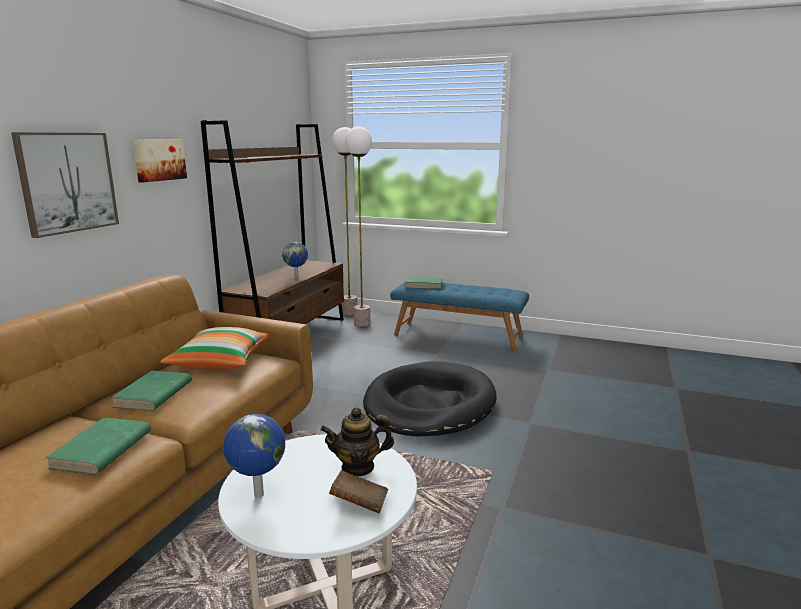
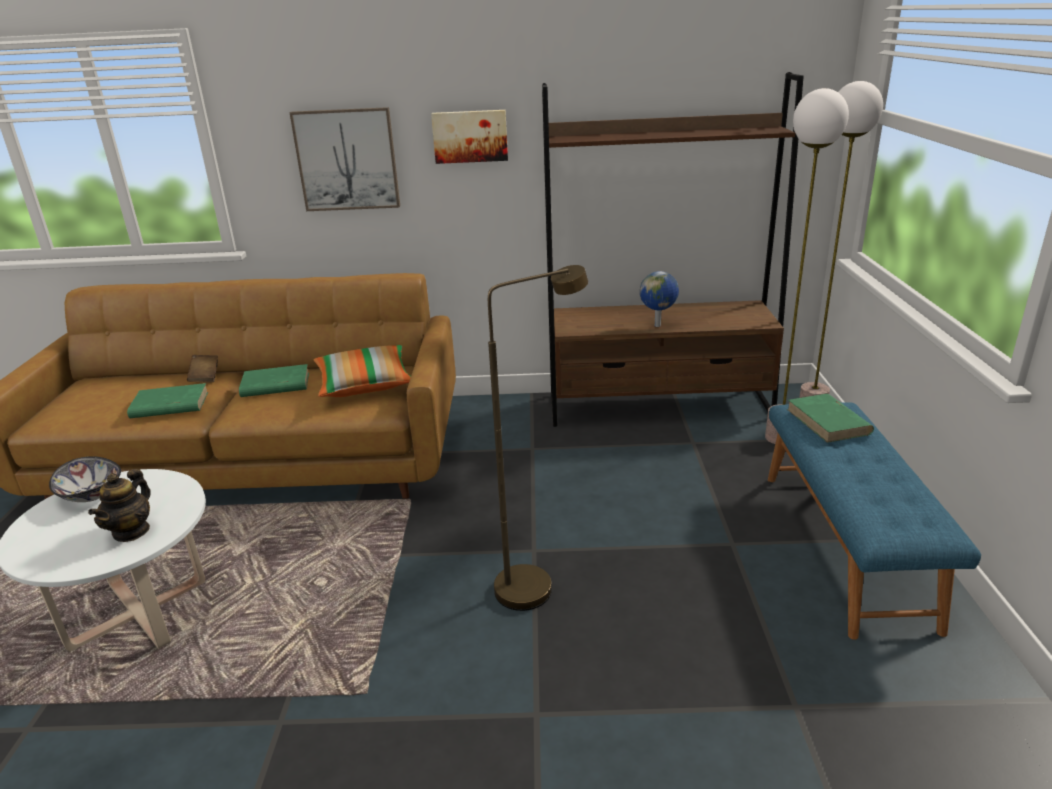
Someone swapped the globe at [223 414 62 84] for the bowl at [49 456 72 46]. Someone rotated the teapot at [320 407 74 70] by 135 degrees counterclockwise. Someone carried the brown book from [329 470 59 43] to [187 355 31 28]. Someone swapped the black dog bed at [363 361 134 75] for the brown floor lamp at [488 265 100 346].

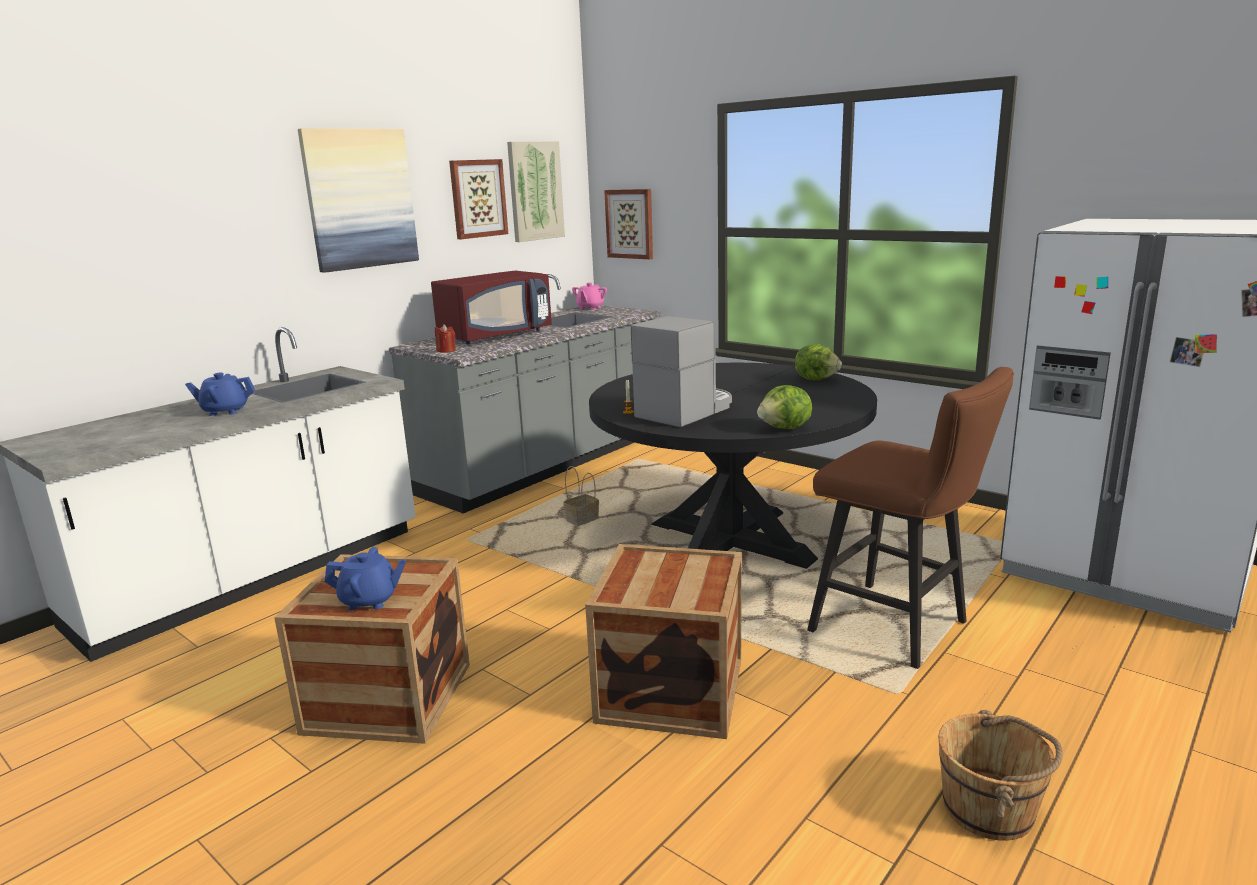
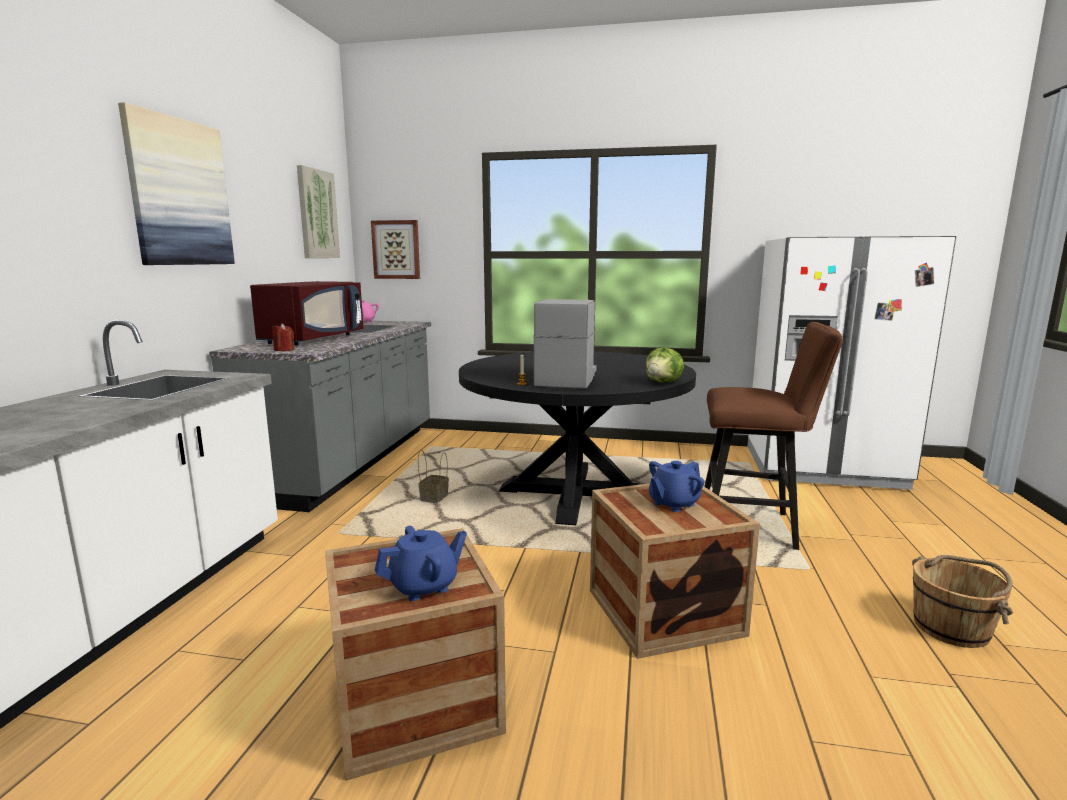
Someone carried the blue teapot from [185 373 70 43] to [649 461 55 51]. Someone took away the picture at [449 159 59 80]. Someone took away the lettuce at [795 344 47 36].

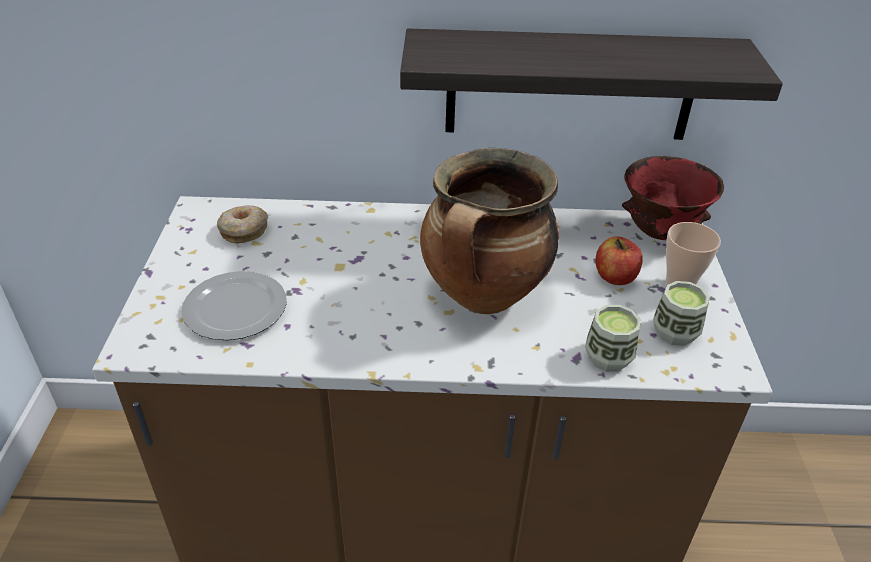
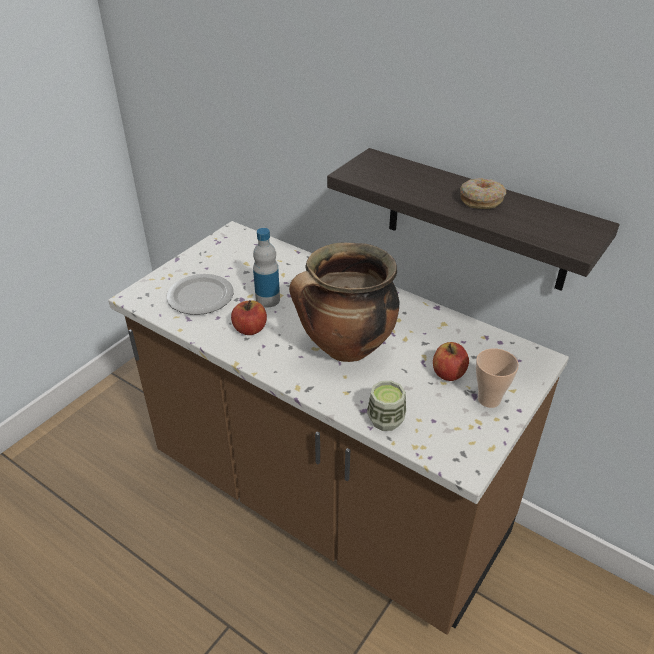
Someone put down the apple at [231 300 36 35]. Someone put down the bottle at [253 228 27 80]. Someone carried the donut from [217 205 51 39] to [460 178 46 31]. Someone took away the red bowl at [622 156 102 84]. Someone took away the cup at [653 281 56 65].

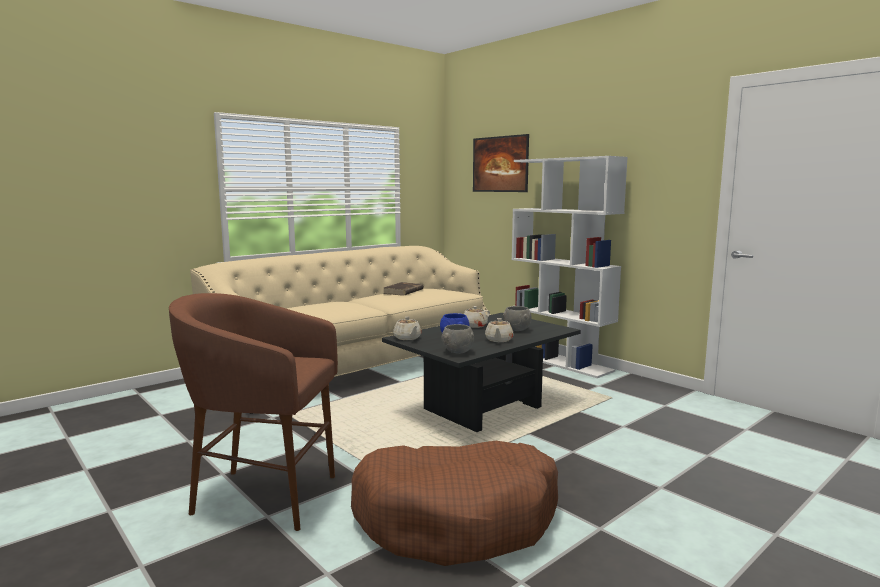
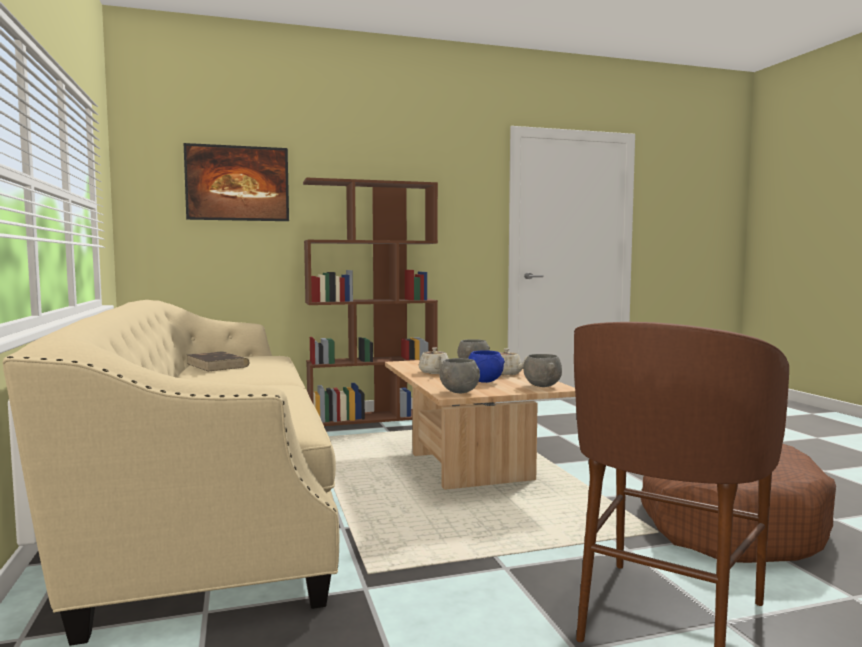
Someone repainted the white bookcase at [512 156 116 222], which became the brown bookcase at [303 178 135 248]. Someone repainted the black coffee table at [382 313 199 119], which became the beige coffee table at [385 360 191 130]. Someone swapped the beige teapot at [393 316 29 24] for the grey bowl at [439 358 41 35].

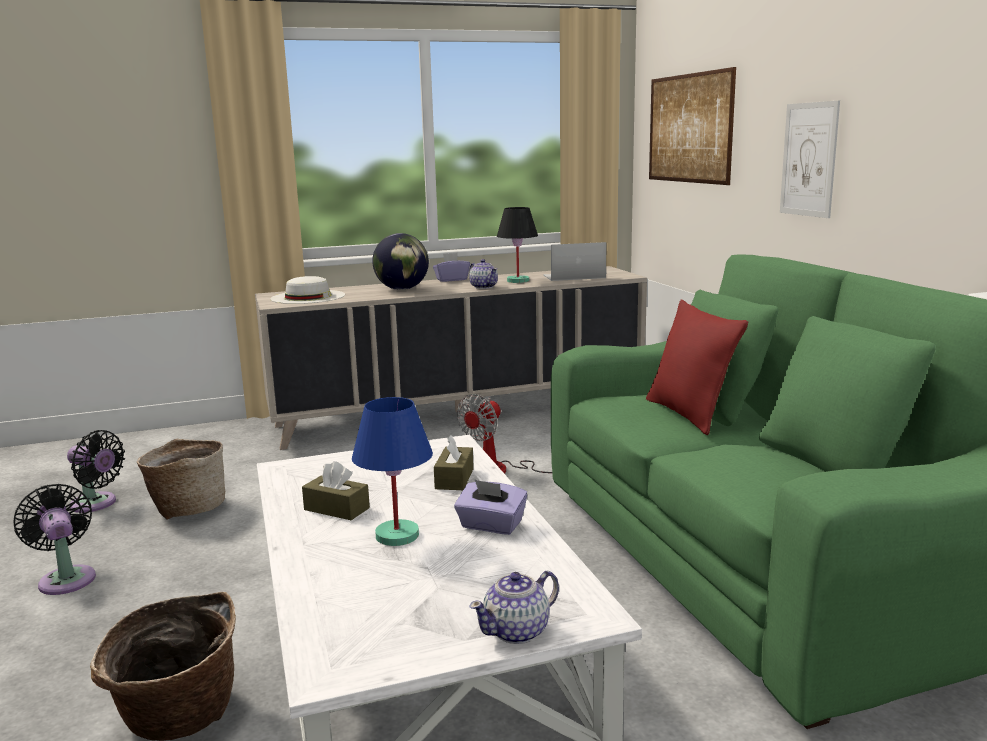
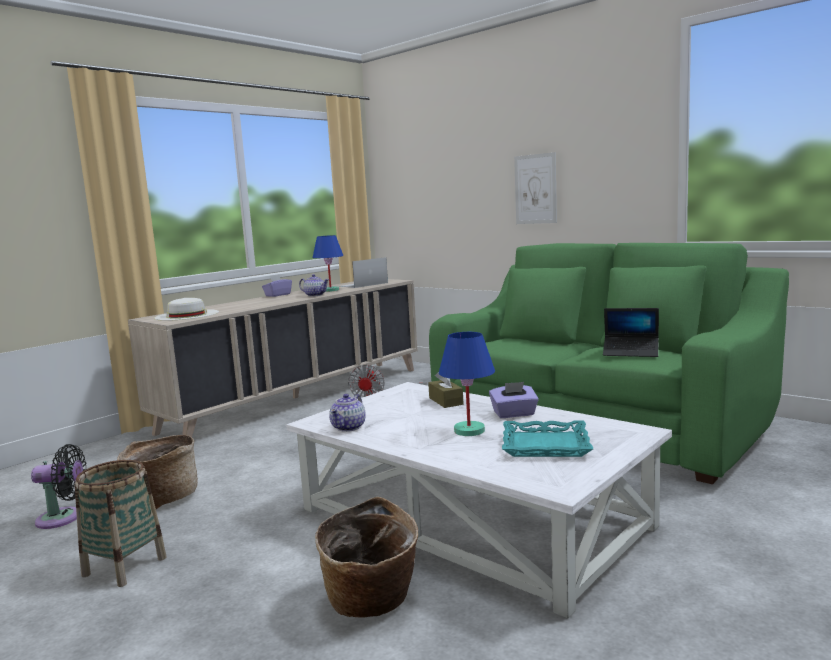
Someone swapped the black fan at [14 484 82 111] for the basket at [75 460 92 127]. Someone repainted the black table lamp at [497 207 41 76], which became the blue table lamp at [313 235 31 57]. Someone carried the teapot from [470 570 89 74] to [329 394 37 38]. Someone put down the turquoise tray at [502 420 91 37]. Someone put down the laptop at [603 308 56 49]. Someone took away the brown tissue box at [302 461 68 59]. Someone took away the globe at [372 233 57 57]. Someone took away the red pillow at [646 300 102 135]. Someone took away the picture at [649 67 87 118].

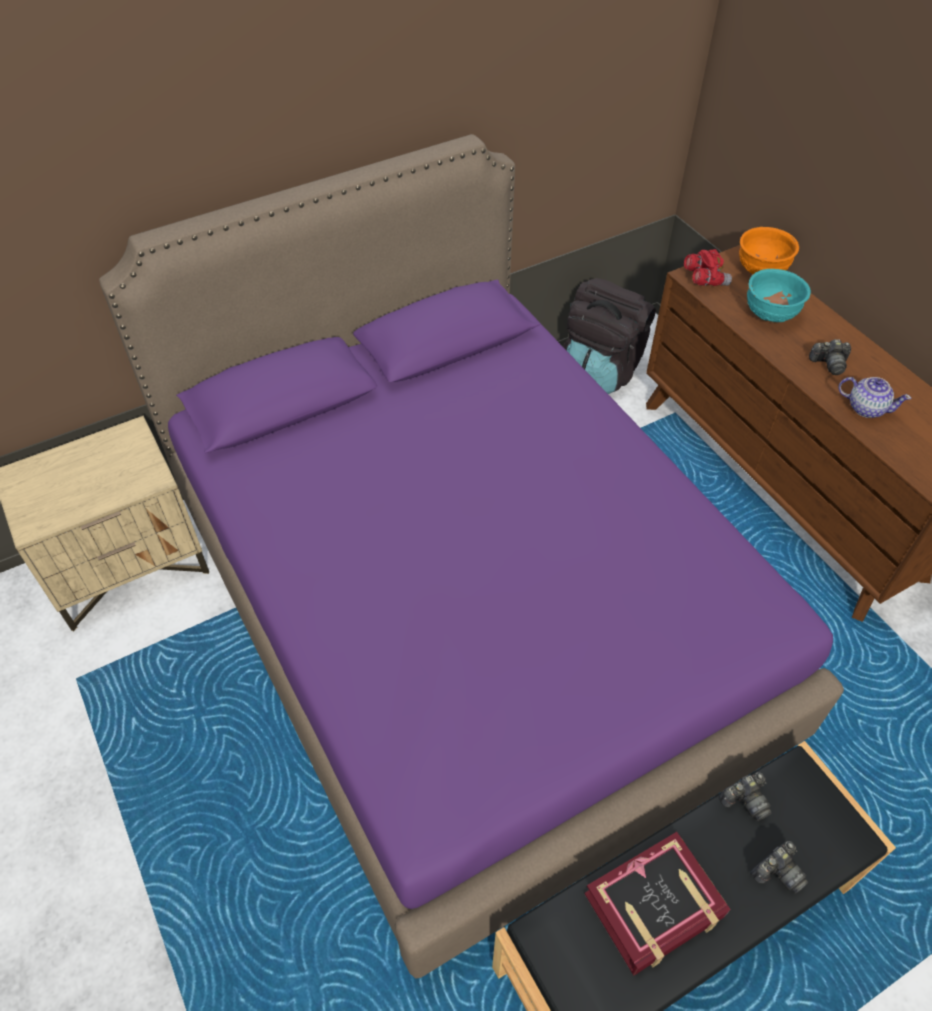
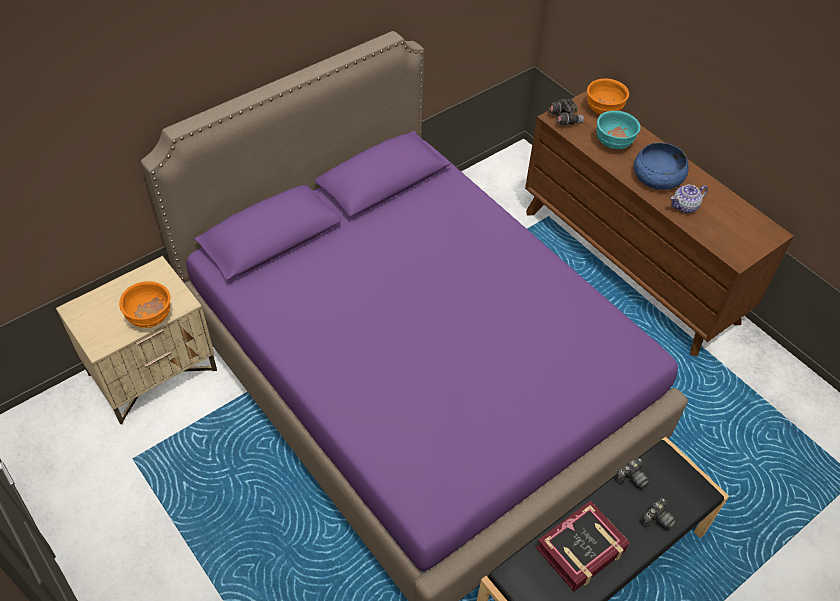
Someone put down the orange bowl at [119 281 51 47]. Someone repainted the red binoculars at [684 249 48 37], which became the grey binoculars at [549 98 35 27]. Someone swapped the photo camera at [809 339 42 36] for the blue bowl at [634 143 55 47]. Someone rotated the teapot at [838 377 73 41] by 135 degrees clockwise. Someone took away the black backpack at [563 278 93 116].

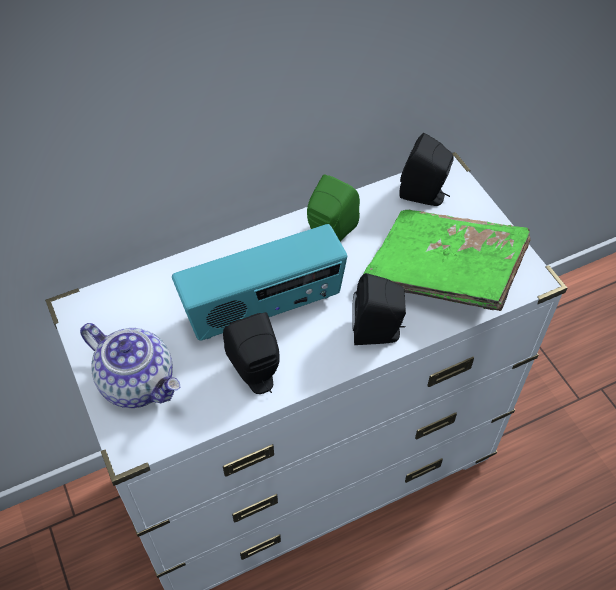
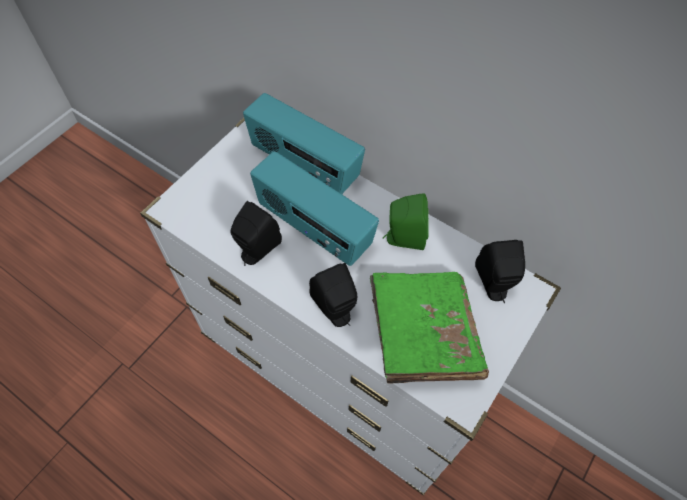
Someone put down the radio at [243 93 122 101]. Someone took away the teapot at [80 323 100 85].

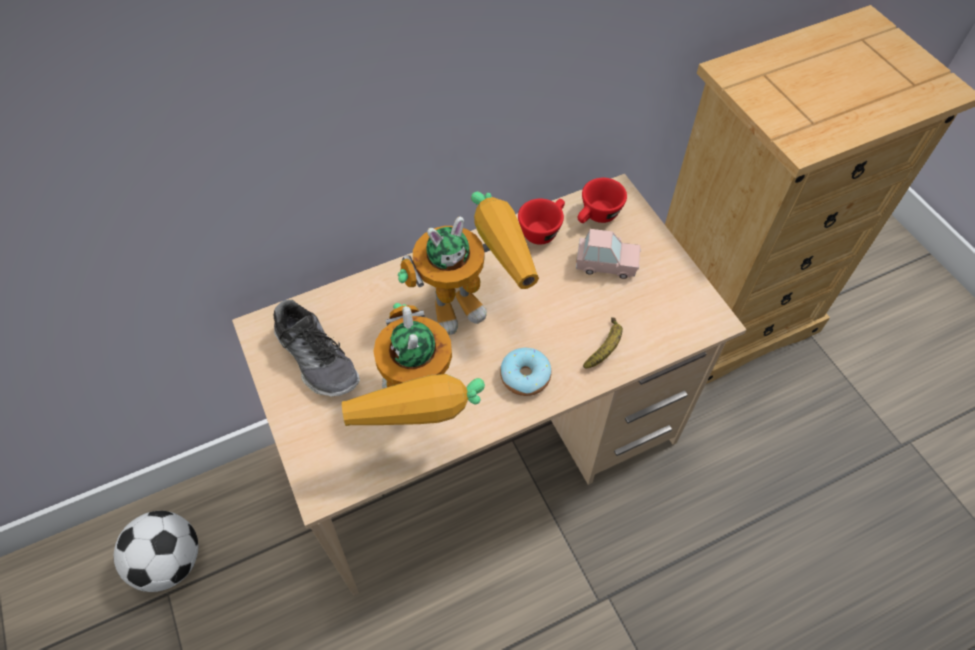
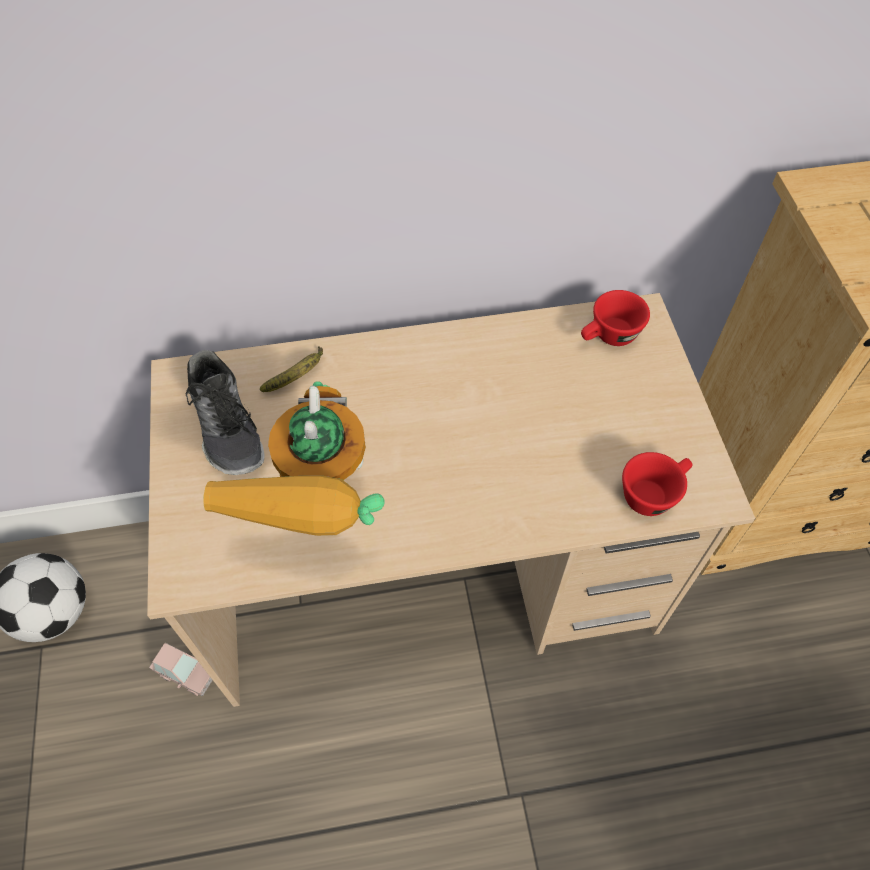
Someone carried the pink toy car from [576 229 65 50] to [149 643 63 53]. Someone carried the banana from [583 317 40 52] to [260 346 63 46]. Someone carried the red cup from [518 199 47 46] to [622 452 70 64]. Someone took away the toy robot at [398 192 141 143]. Someone took away the donut at [500 348 51 48].

